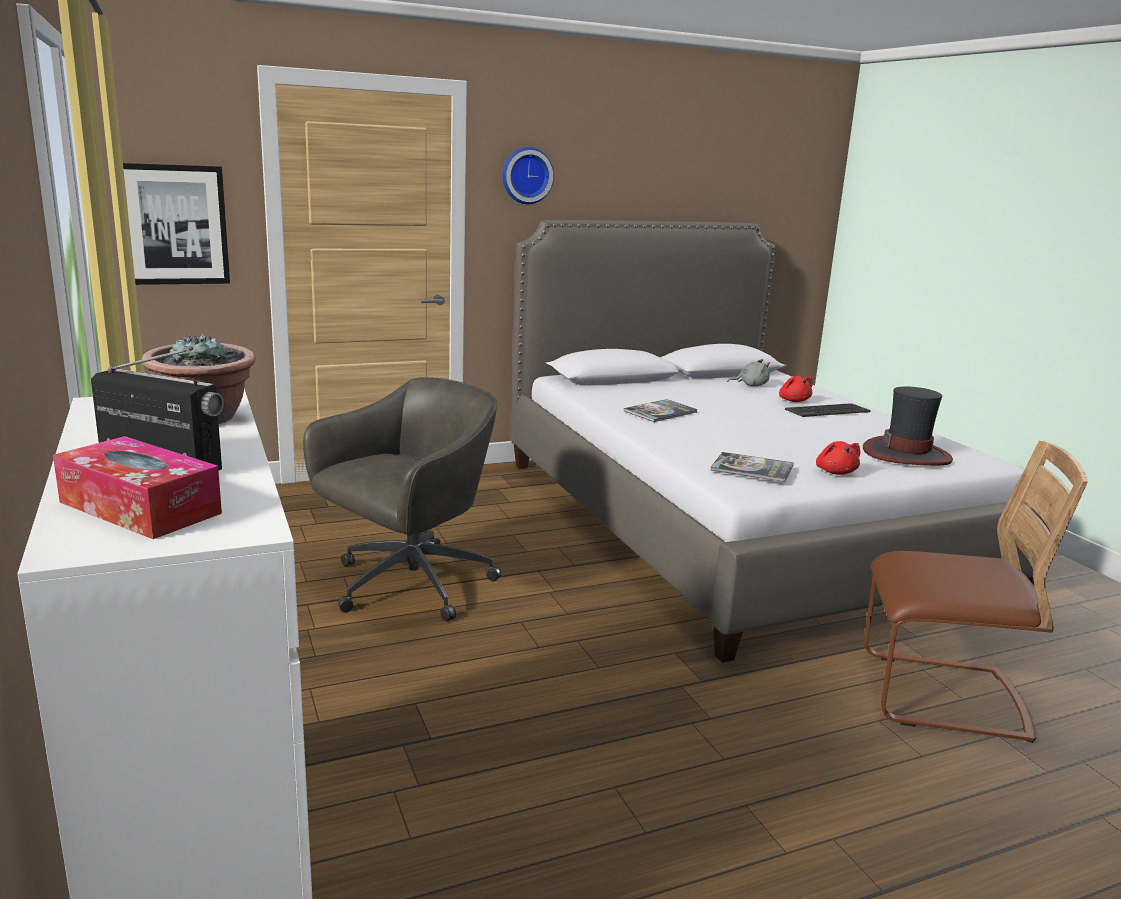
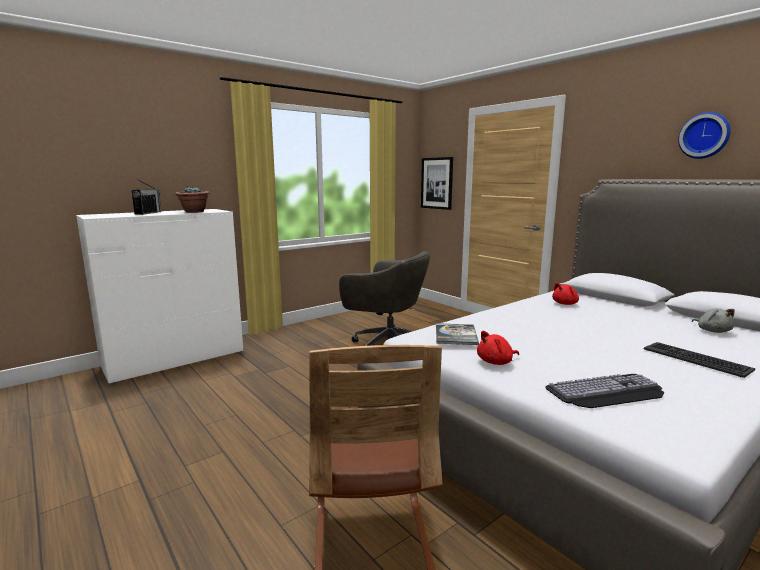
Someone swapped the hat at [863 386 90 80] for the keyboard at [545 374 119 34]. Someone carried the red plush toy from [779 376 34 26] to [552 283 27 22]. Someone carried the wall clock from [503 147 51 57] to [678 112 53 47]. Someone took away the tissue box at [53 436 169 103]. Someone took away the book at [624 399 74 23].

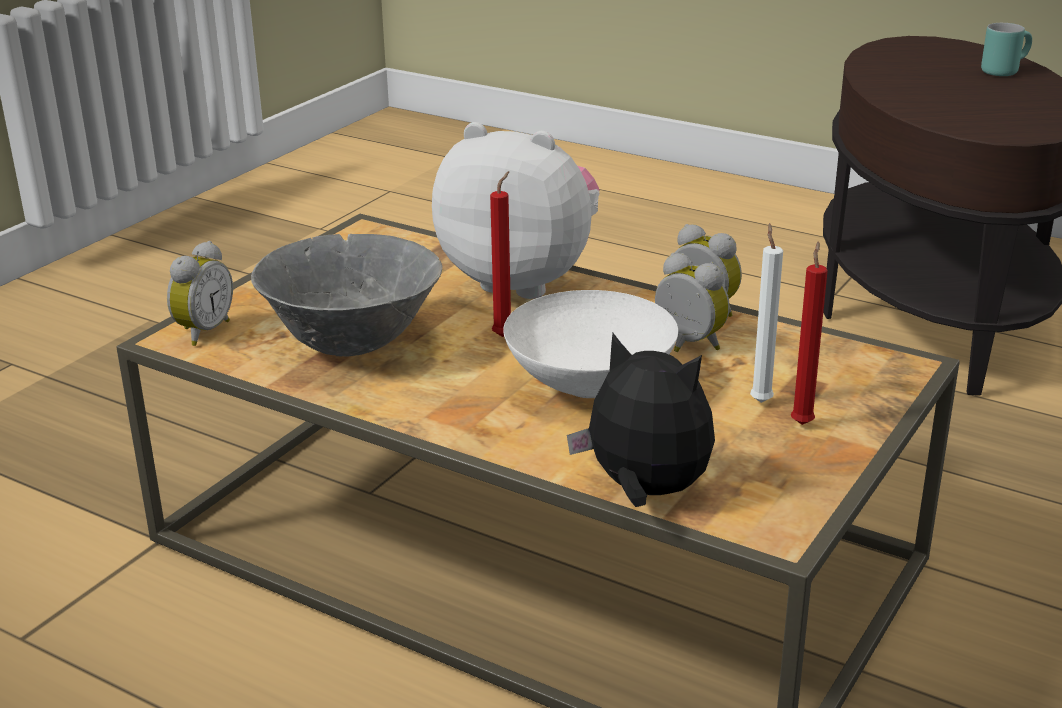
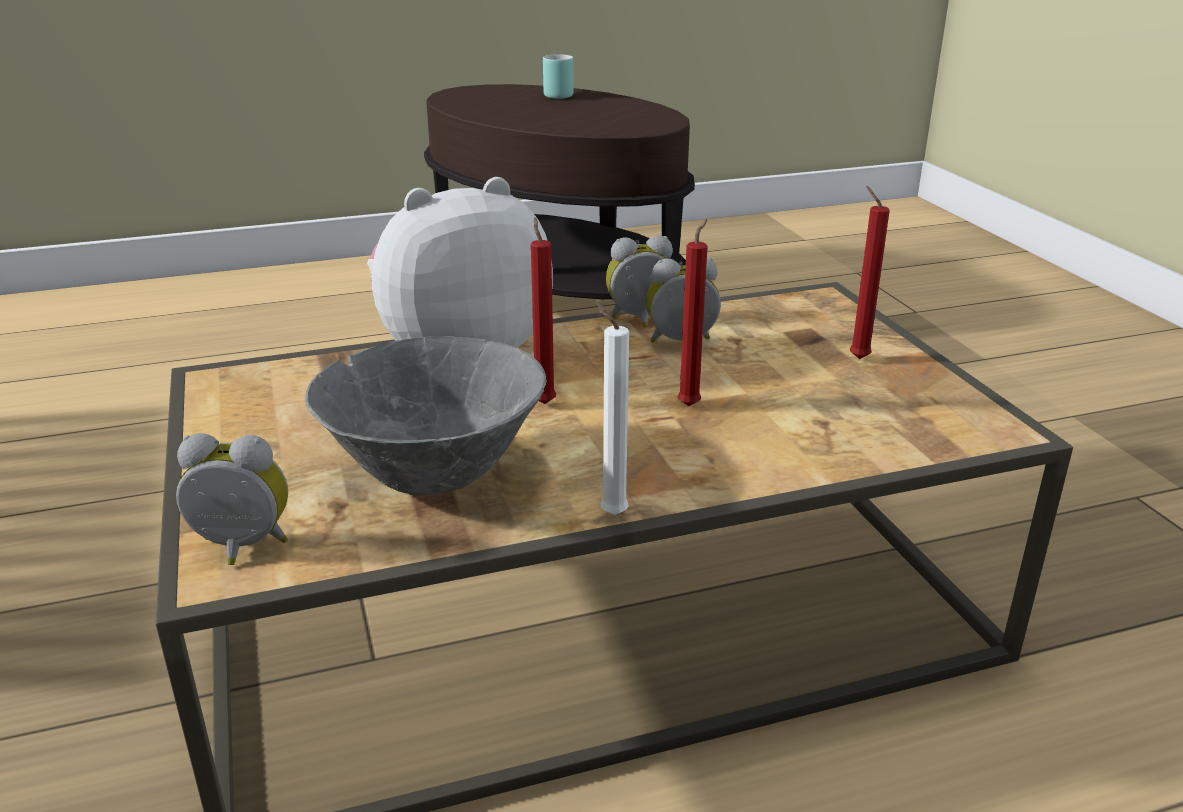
Someone rotated the alarm clock at [167 241 66 105] by 60 degrees counterclockwise. Someone carried the white candle from [750 223 33 180] to [595 301 34 214]. Someone swapped the white bowl at [503 290 175 108] for the red candle at [677 219 31 187]. Someone took away the plush toy at [567 333 148 174].

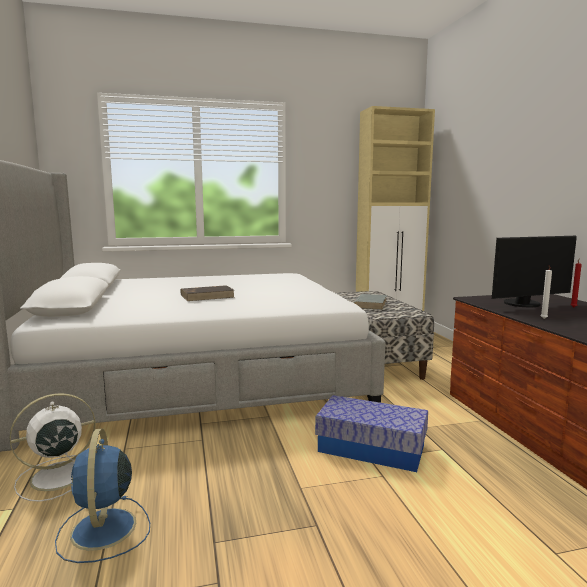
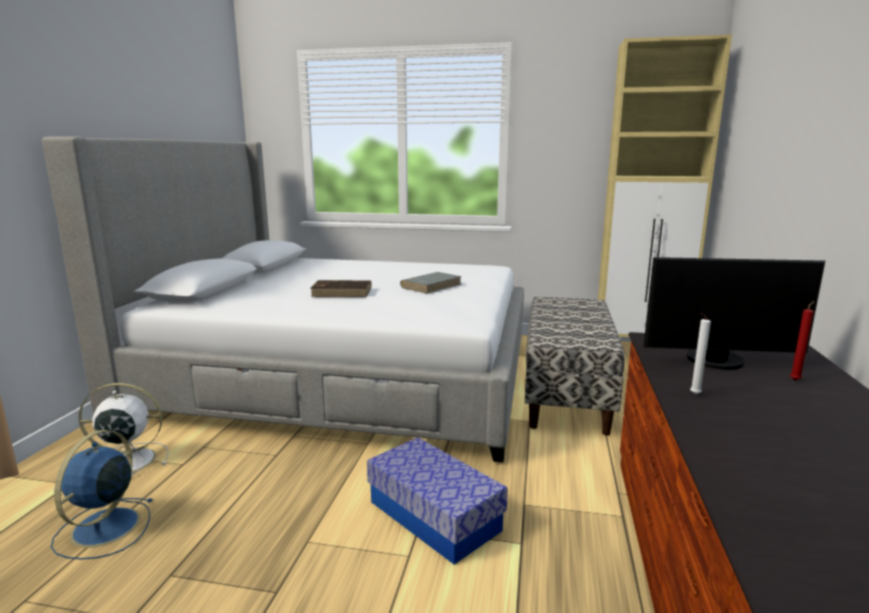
Someone carried the grey book from [354 294 33 16] to [400 272 62 22].

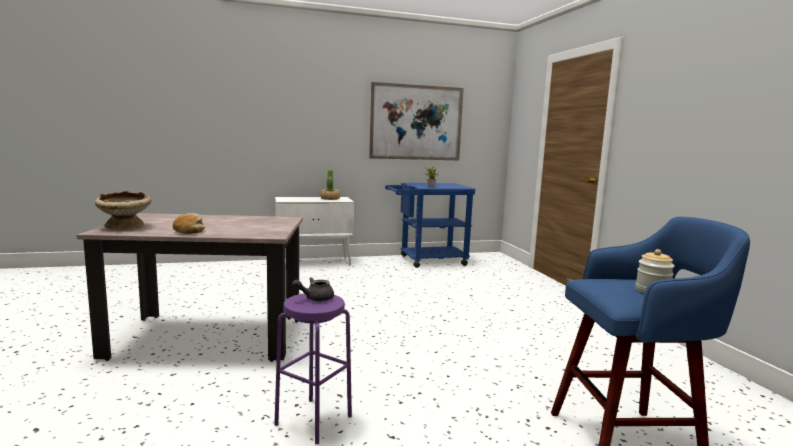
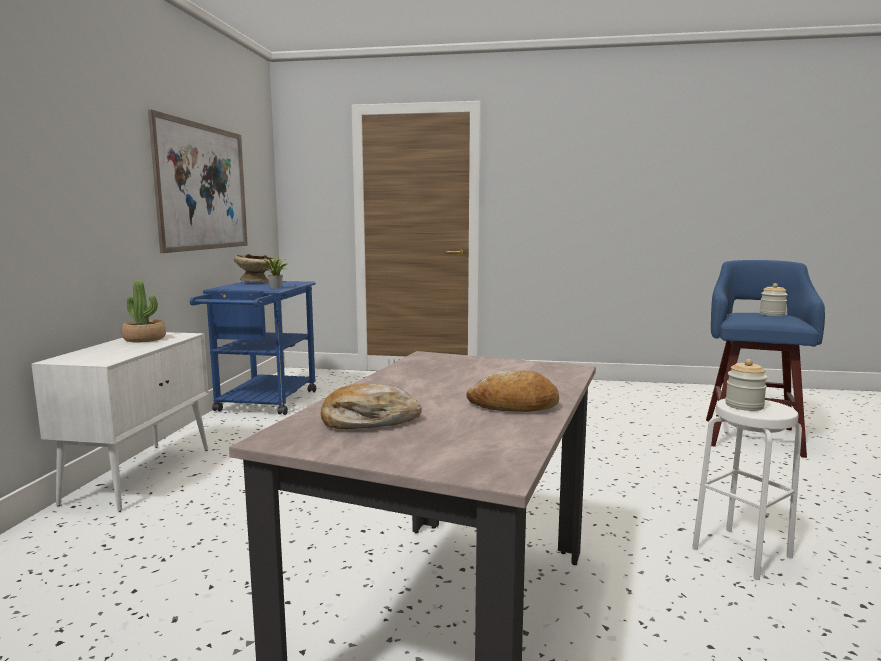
Someone carried the beige bowl from [95 191 57 39] to [234 254 42 29]. Someone put down the bread at [321 383 101 46]. Someone repainted the purple stool at [274 293 78 151], which became the white stool at [692 398 110 182]. Someone swapped the grey teapot at [292 277 42 24] for the jar at [725 359 43 52].

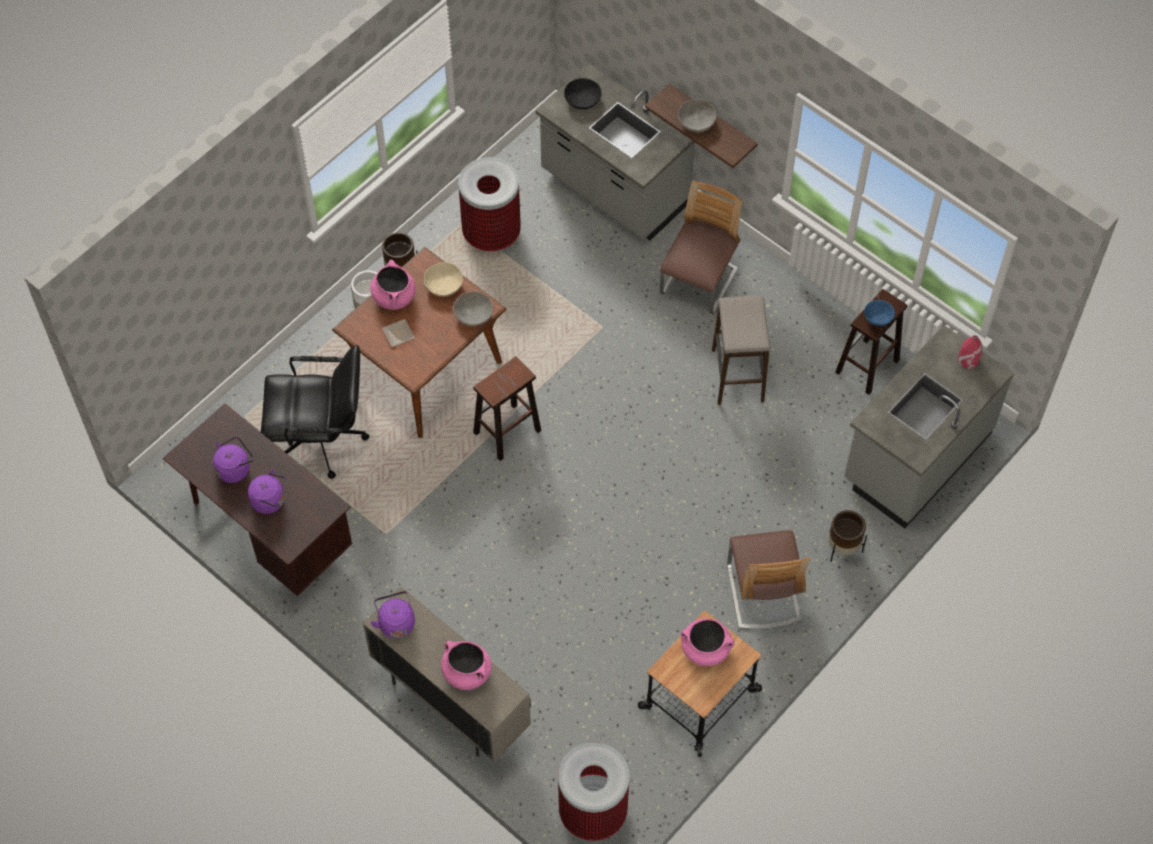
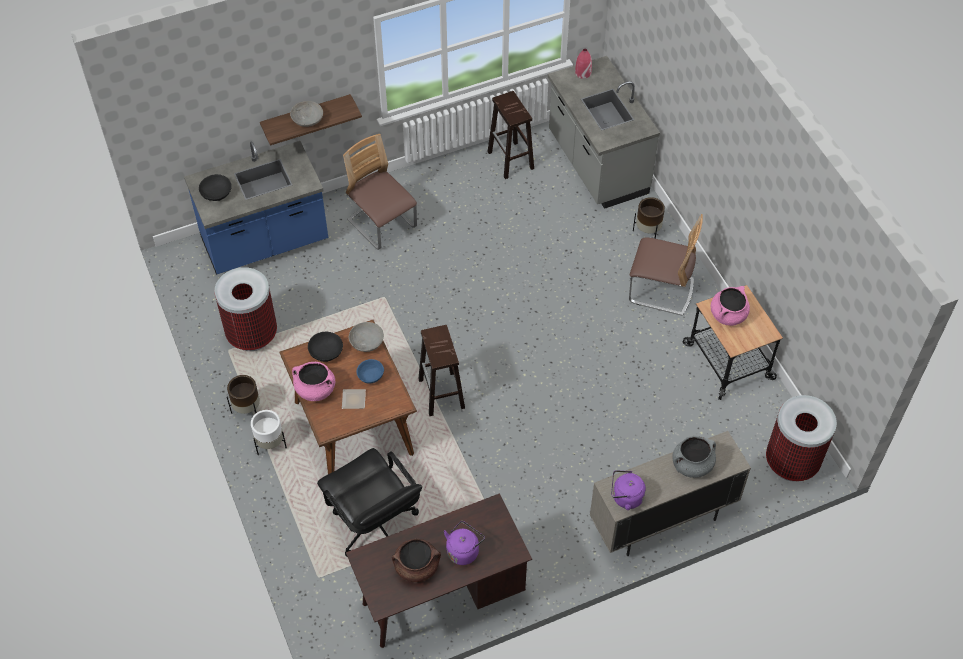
Someone repainted the grey counter at [536 64 159 176], which became the blue counter at [184 141 144 134]. Someone repainted the beige bowl at [424 262 39 34], which became the black bowl at [308 332 35 30]. Someone rotated the black office chair at [261 345 108 134] by 120 degrees clockwise. Someone carried the blue bowl from [864 300 31 26] to [356 359 28 25]. Someone swapped the purple kettle at [213 437 41 46] for the brown cooking pot at [392 539 49 43]. Someone repainted the pink cooking pot at [441 641 51 49], which became the grey cooking pot at [672 436 44 42]. Someone took away the stool at [712 296 58 109].

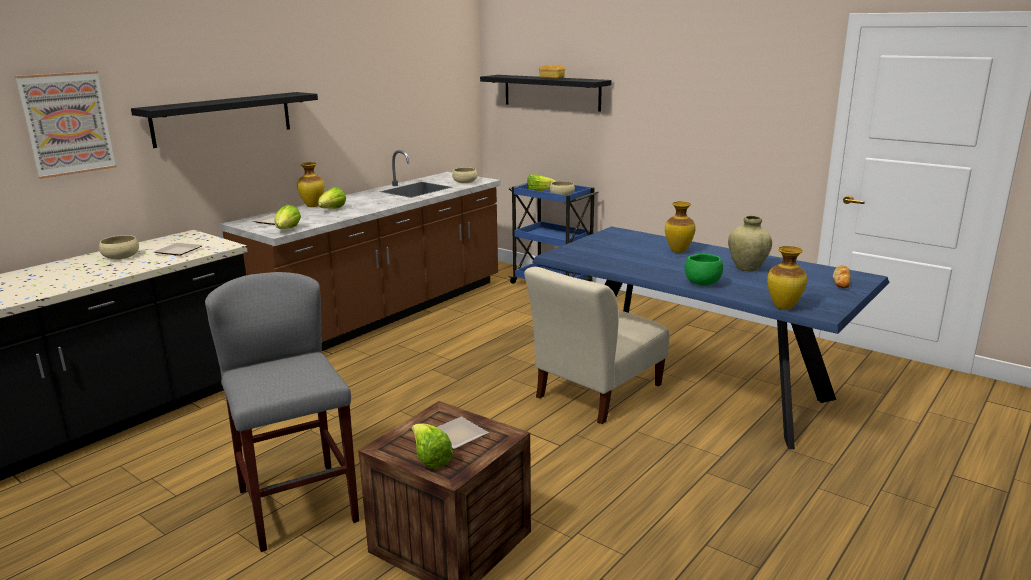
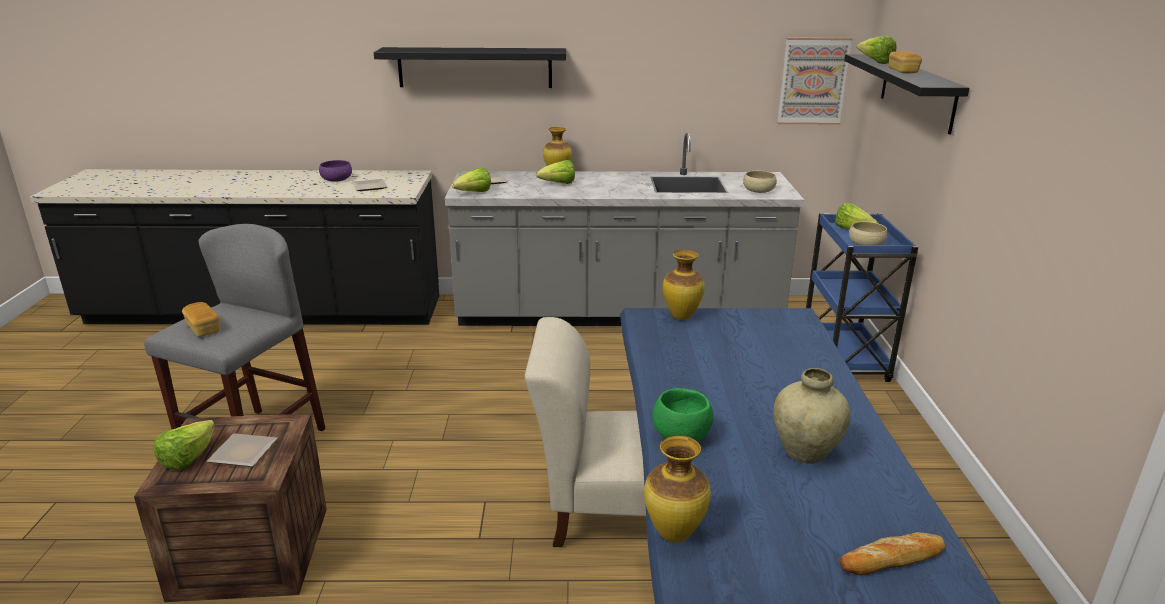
Someone put down the bread at [182 302 38 35]. Someone repainted the beige bowl at [99 235 40 24], which became the purple bowl at [319 160 33 22]. Someone repainted the brown counter at [220 150 281 201], which became the grey counter at [445 133 359 193]. Someone carried the vase from [665 202 31 51] to [663 250 42 70]. Someone carried the picture from [15 71 101 108] to [777 37 76 87]. Someone put down the lettuce at [857 36 40 28].

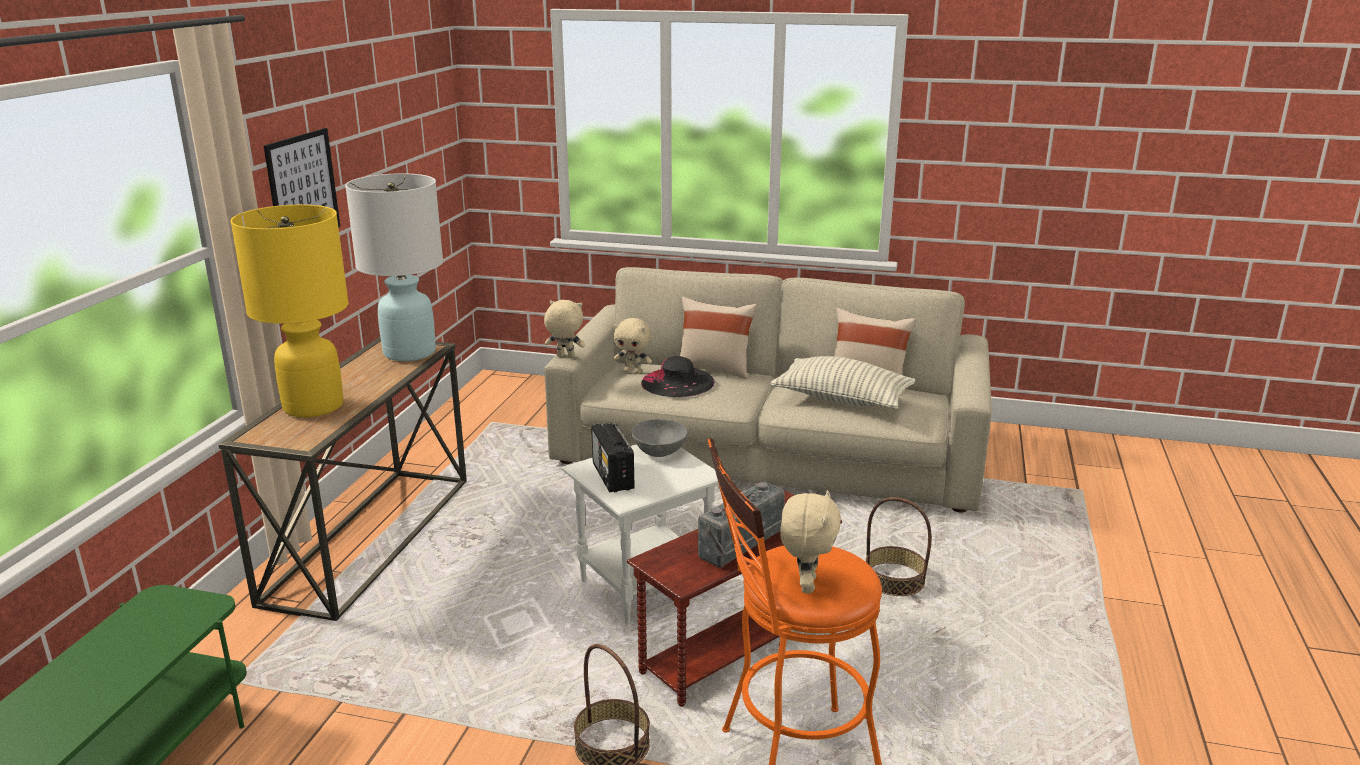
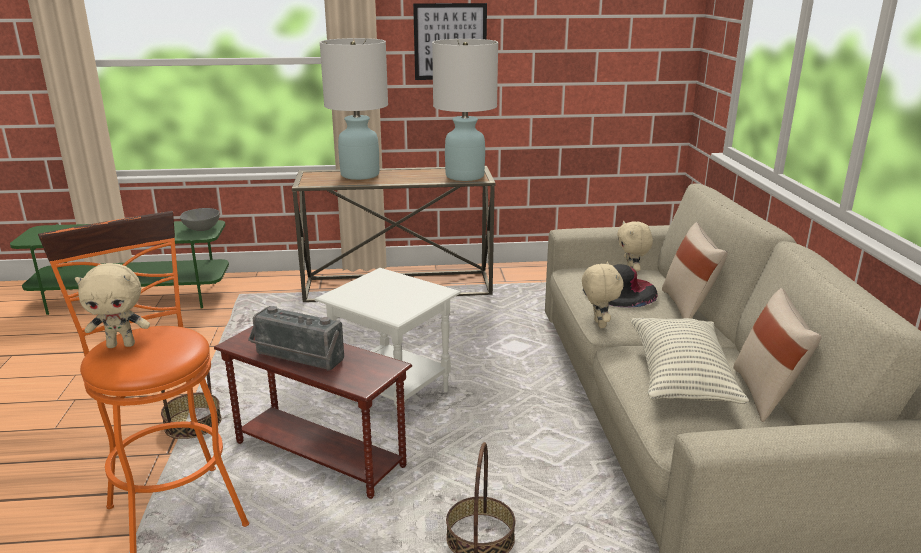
Someone carried the grey bowl from [631 419 57 38] to [180 208 40 23]. Someone repainted the yellow table lamp at [230 205 119 212], which became the white table lamp at [320 38 68 142]. Someone carried the beige plush toy from [544 300 41 58] to [582 262 42 66]. Someone took away the radio at [591 422 44 70].

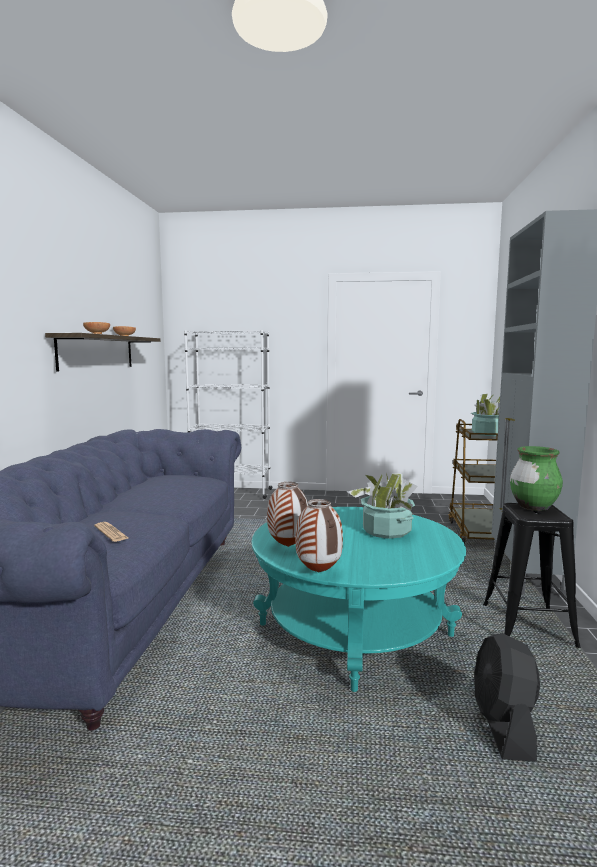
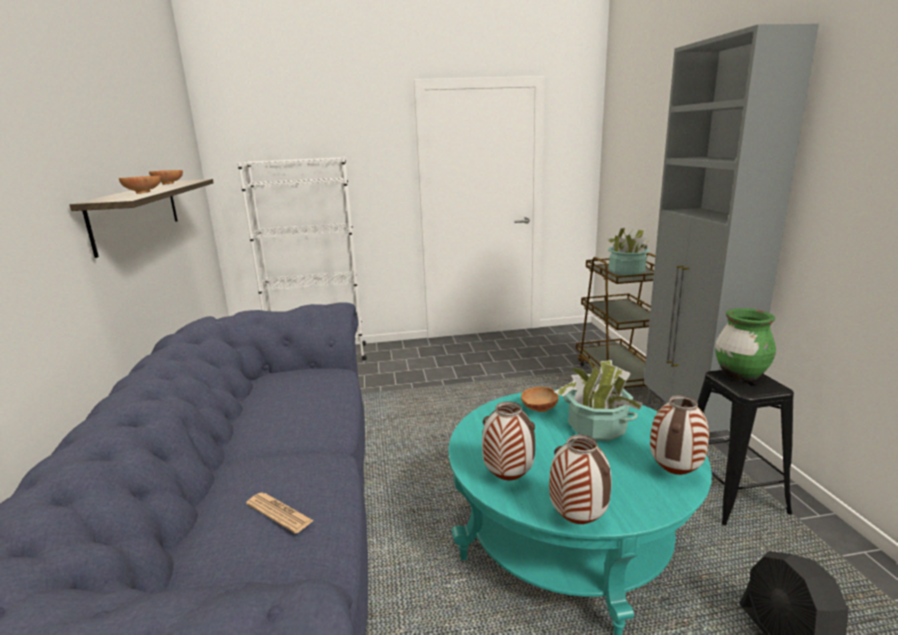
Someone put down the brown bowl at [521 387 38 25]. Someone put down the vase at [650 395 59 80].

